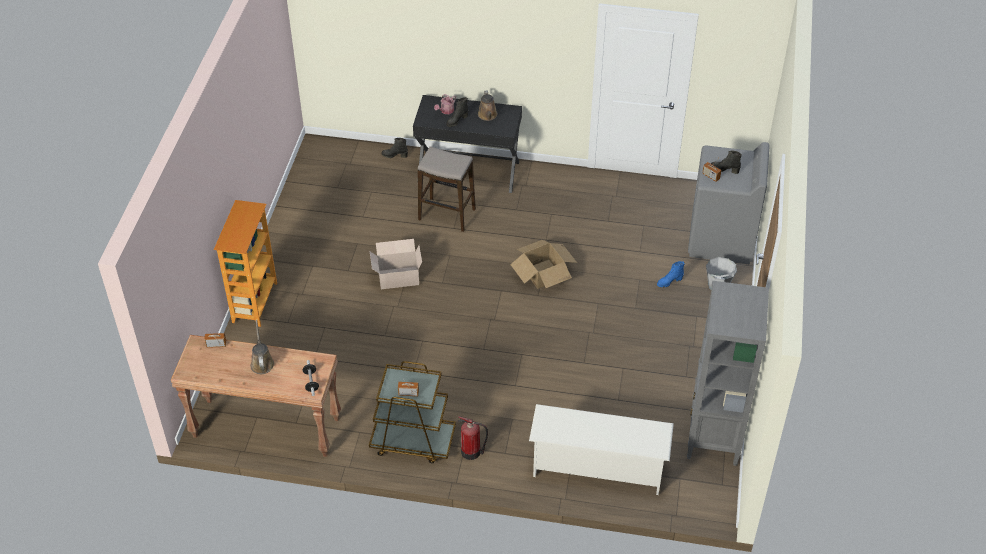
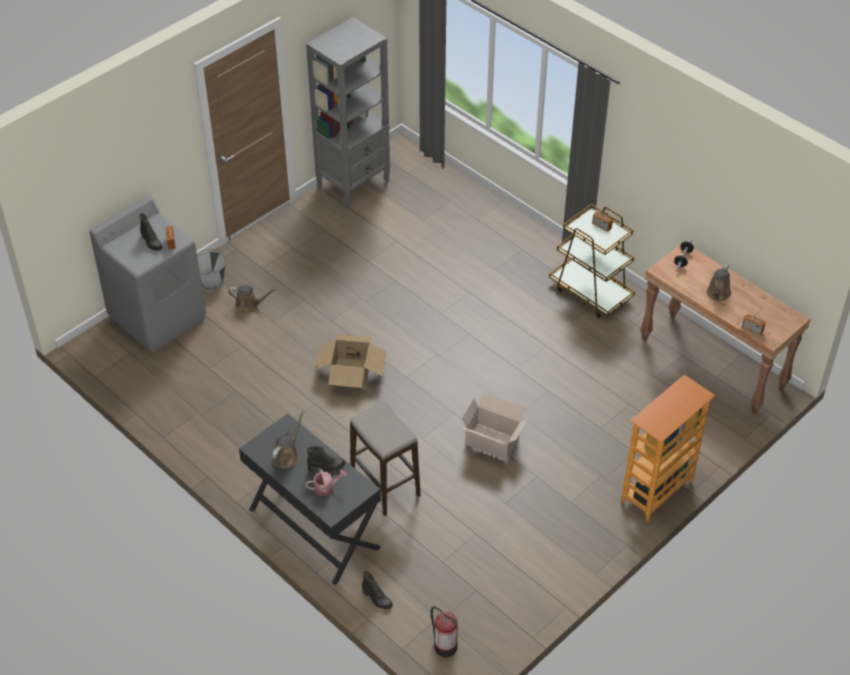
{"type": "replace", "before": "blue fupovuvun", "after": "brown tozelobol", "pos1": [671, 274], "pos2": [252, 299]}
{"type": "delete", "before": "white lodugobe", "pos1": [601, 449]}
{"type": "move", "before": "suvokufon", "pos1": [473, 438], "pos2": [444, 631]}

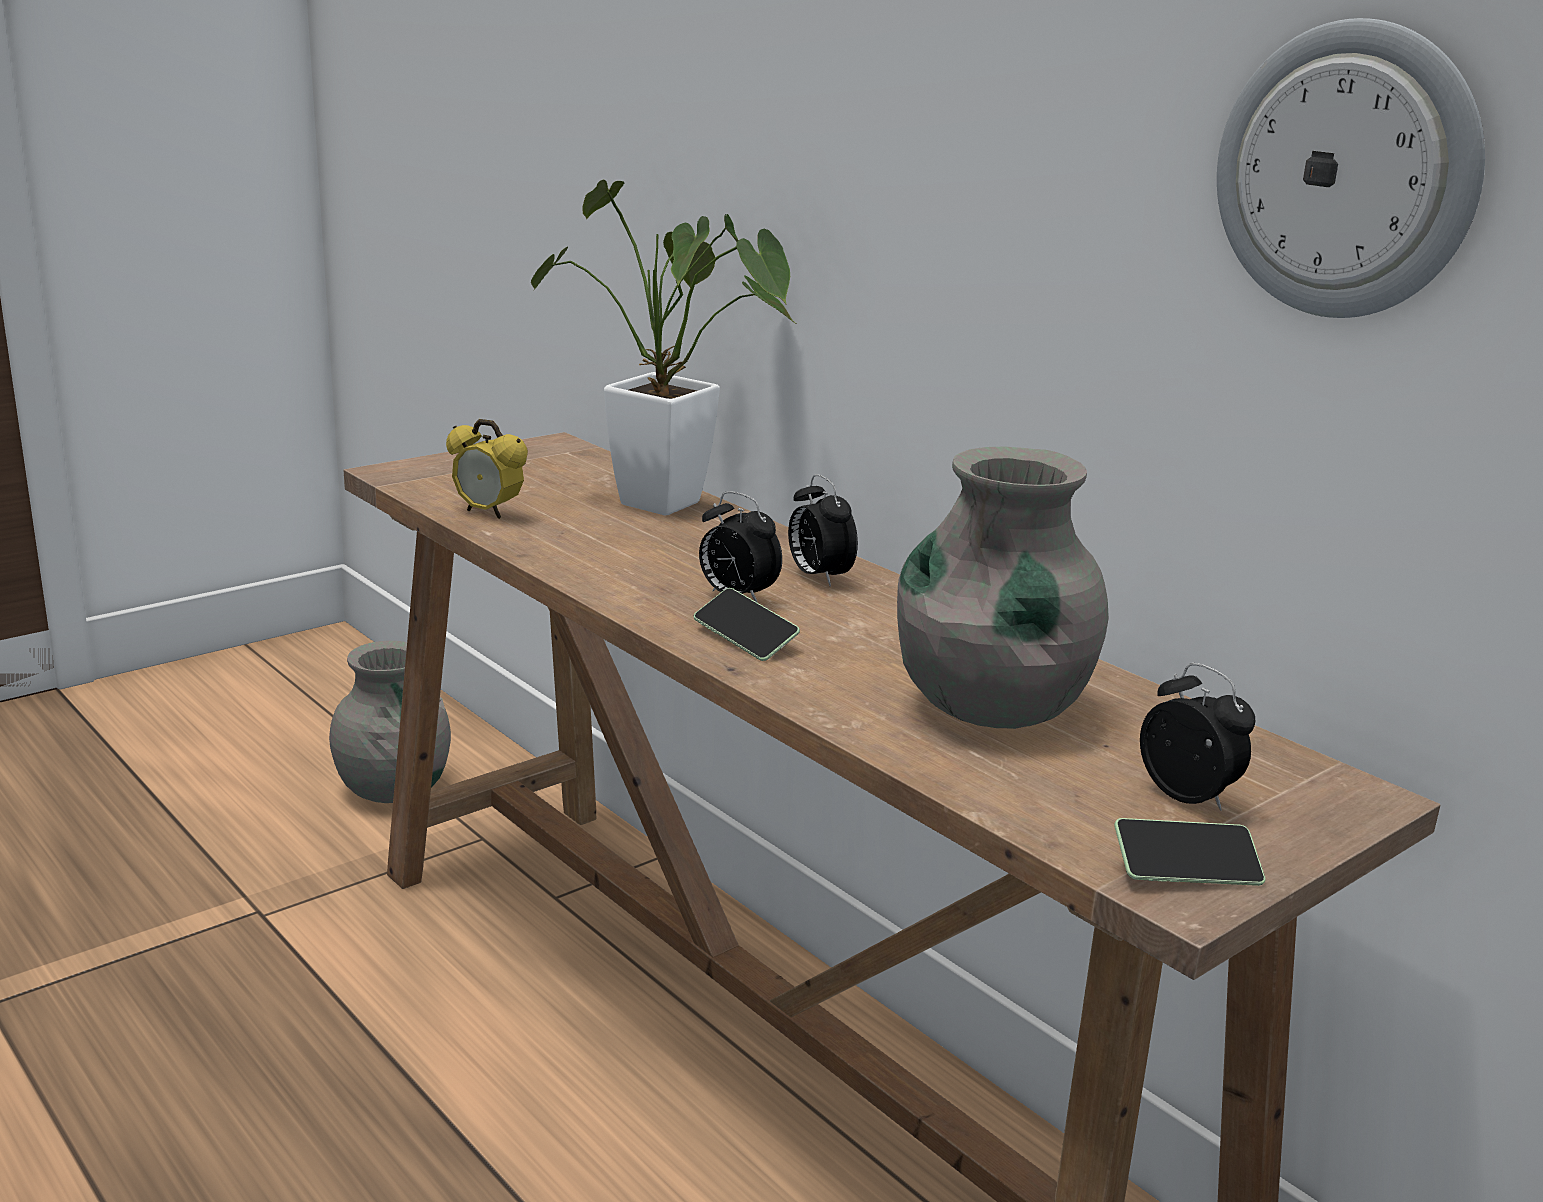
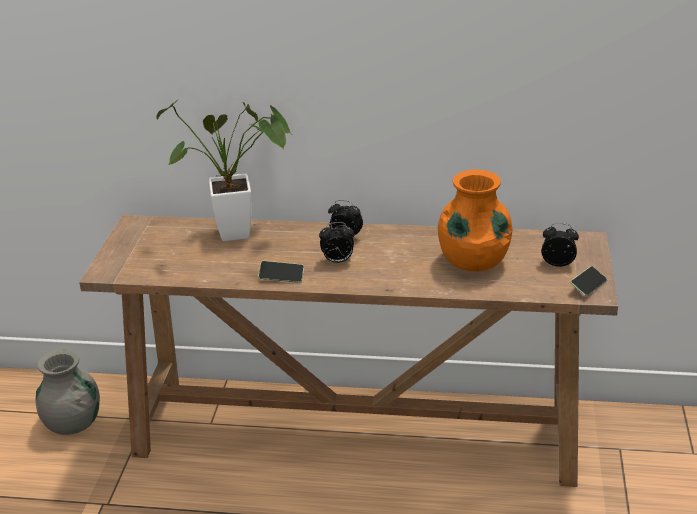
{"type": "delete", "before": "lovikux", "pos1": [1351, 168]}
{"type": "delete", "before": "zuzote", "pos1": [487, 469]}
{"type": "recolor", "before": "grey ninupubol", "after": "orange ninupubol", "pos1": [1002, 587], "pos2": [475, 220]}
{"type": "move", "before": "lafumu", "pos1": [747, 624], "pos2": [281, 272]}

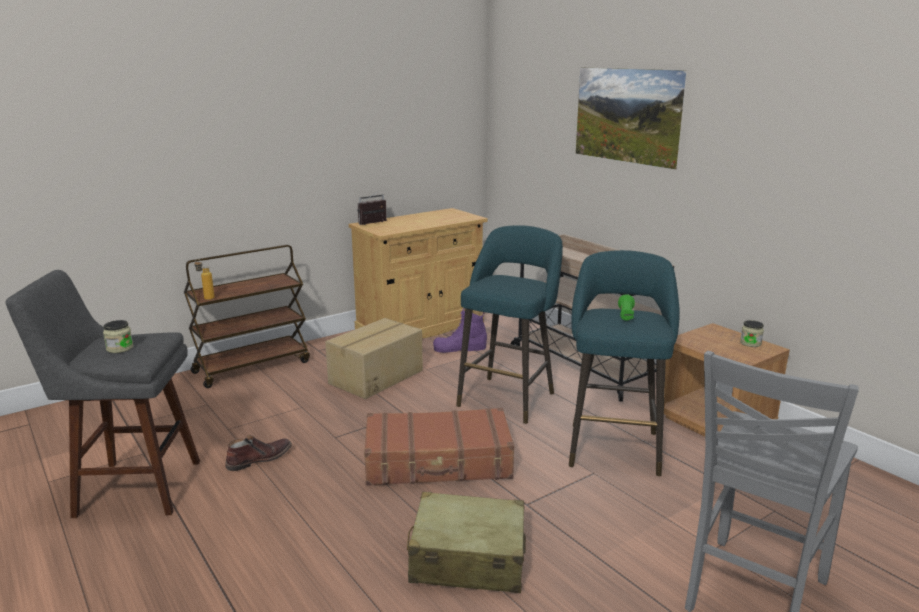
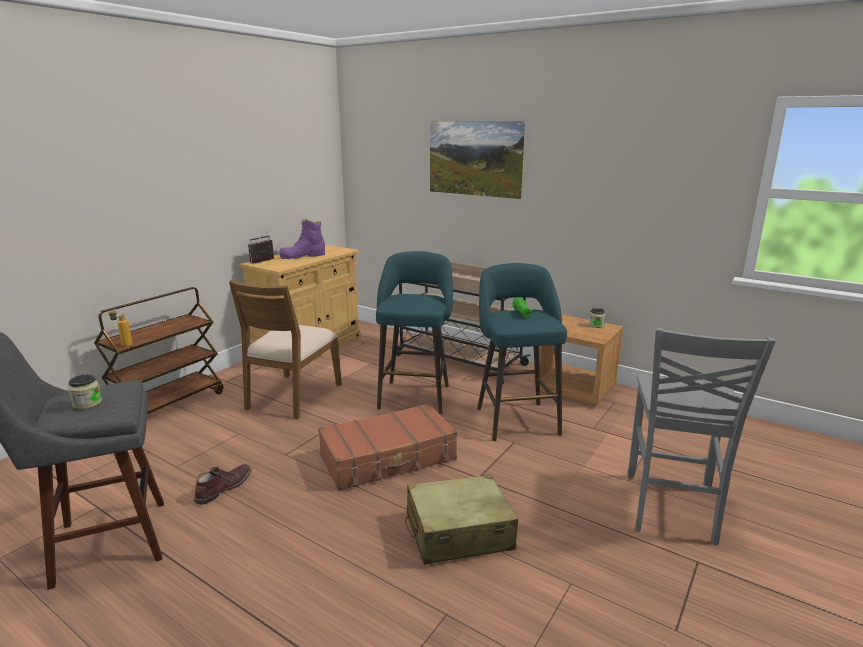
{"type": "move", "before": "purple fupovuvun", "pos1": [460, 330], "pos2": [302, 239]}
{"type": "replace", "before": "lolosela", "after": "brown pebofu", "pos1": [374, 358], "pos2": [285, 350]}

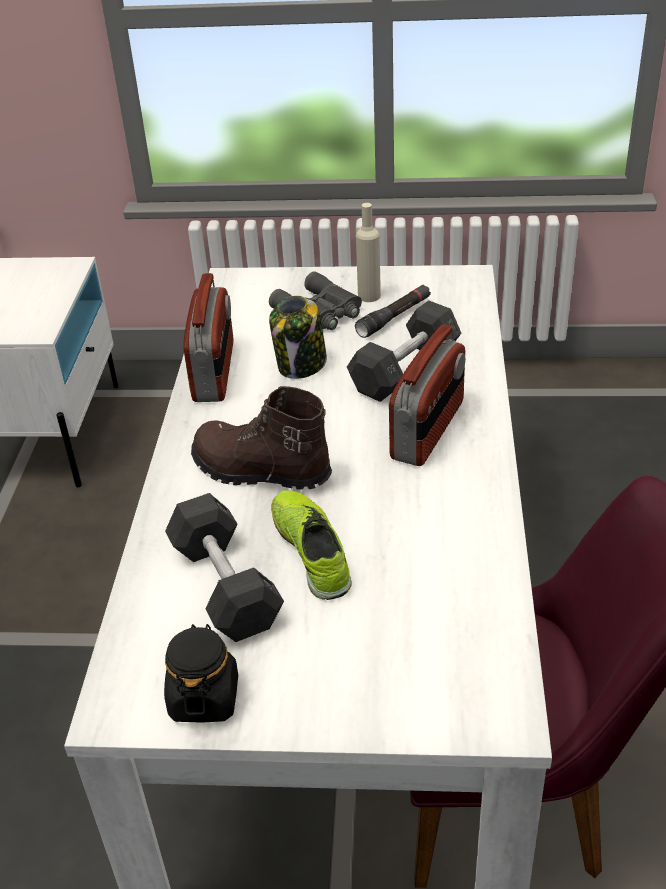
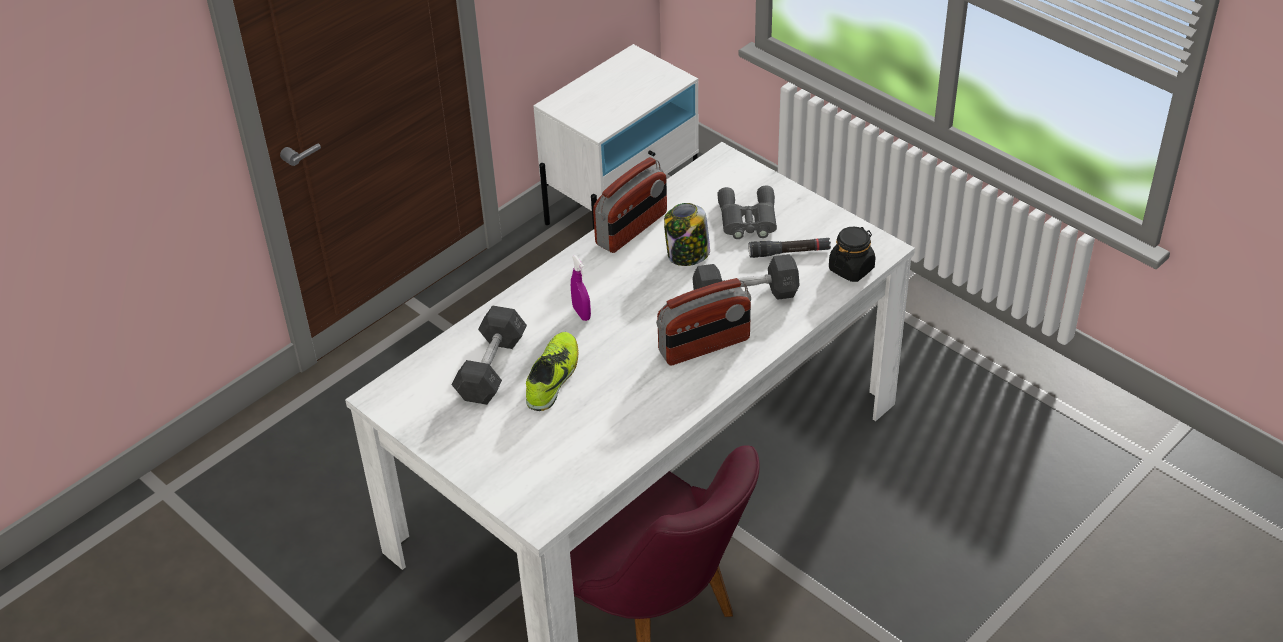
{"type": "delete", "before": "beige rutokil", "pos1": [368, 252]}
{"type": "replace", "before": "brown fupovuvun", "after": "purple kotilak", "pos1": [261, 438], "pos2": [581, 288]}
{"type": "move", "before": "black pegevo", "pos1": [201, 673], "pos2": [852, 254]}

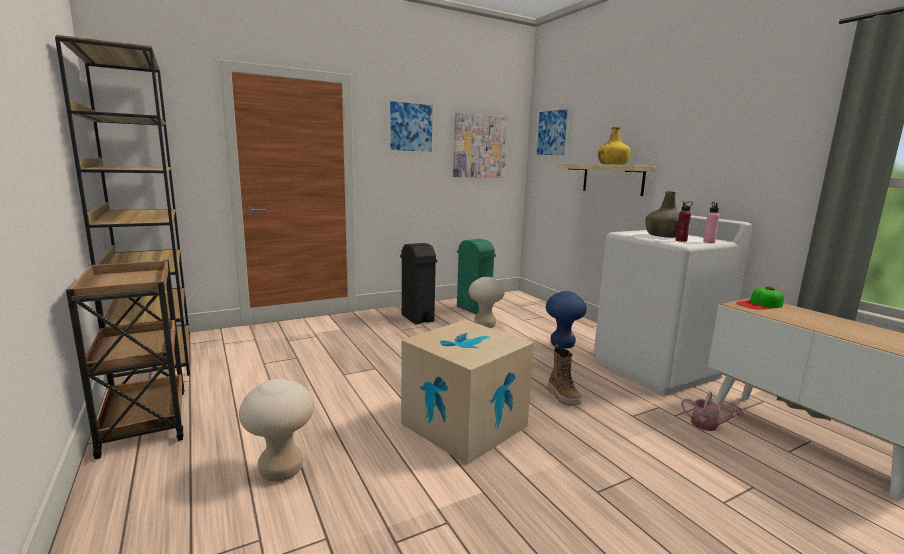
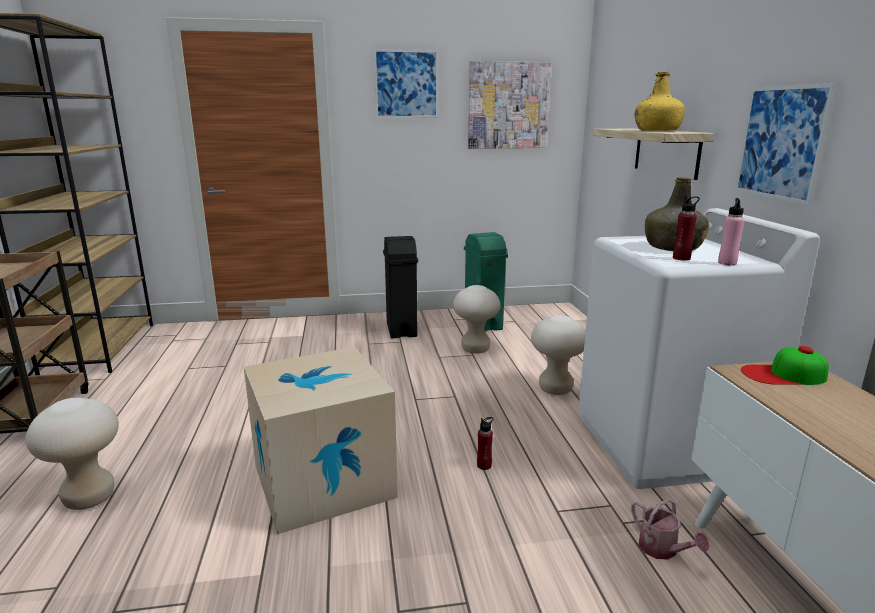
{"type": "move", "before": "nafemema", "pos1": [552, 132], "pos2": [786, 144]}
{"type": "recolor", "before": "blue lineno", "after": "beige lineno", "pos1": [566, 320], "pos2": [558, 355]}
{"type": "replace", "before": "fupovuvun", "after": "red rutokil", "pos1": [565, 375], "pos2": [485, 443]}

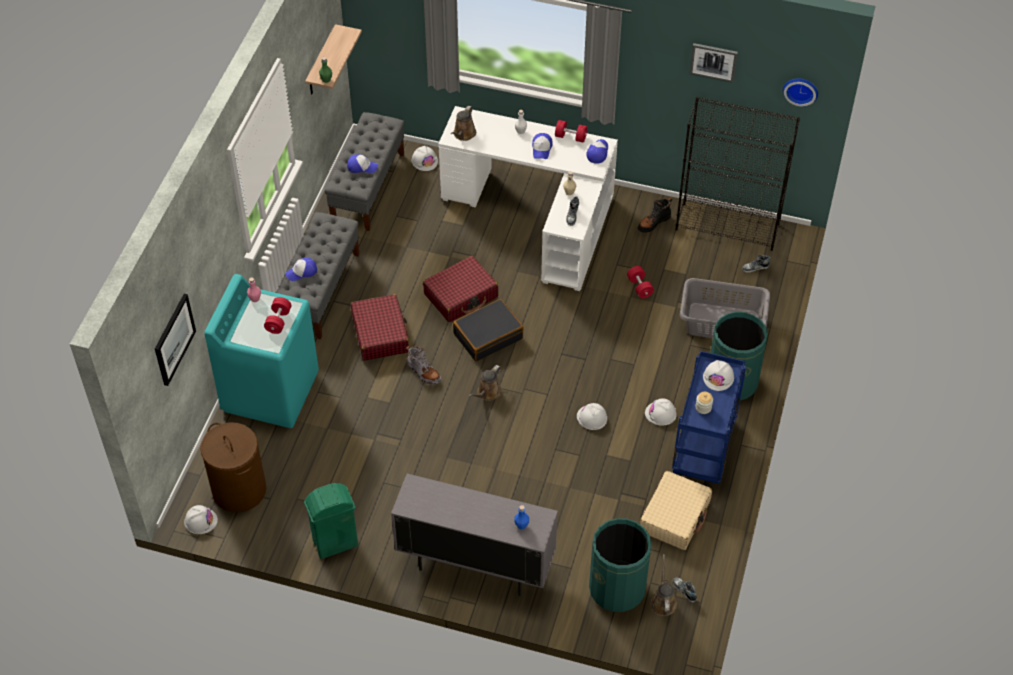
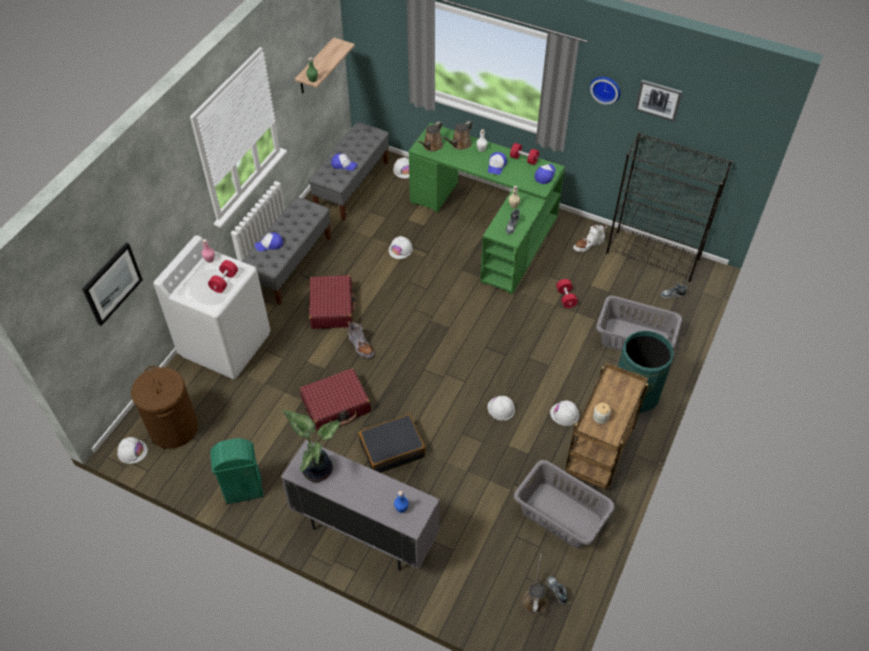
{"type": "move", "before": "lovikux", "pos1": [800, 92], "pos2": [605, 90]}
{"type": "recolor", "before": "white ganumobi", "after": "green ganumobi", "pos1": [528, 198], "pos2": [486, 208]}
{"type": "recolor", "before": "black fupovuvun", "after": "white fupovuvun", "pos1": [655, 215], "pos2": [590, 238]}
{"type": "move", "before": "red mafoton", "pos1": [460, 289], "pos2": [335, 399]}
{"type": "recolor", "before": "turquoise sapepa", "after": "white sapepa", "pos1": [261, 351], "pos2": [211, 307]}
{"type": "move", "before": "black mafoton", "pos1": [488, 330], "pos2": [392, 443]}
{"type": "recolor", "before": "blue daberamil", "after": "brown daberamil", "pos1": [709, 417], "pos2": [607, 426]}
{"type": "move", "before": "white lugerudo", "pos1": [718, 375], "pos2": [401, 247]}
{"type": "move", "before": "brown tozelobol", "pos1": [485, 383], "pos2": [457, 135]}
{"type": "replace", "before": "beige mafoton", "after": "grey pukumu", "pos1": [676, 510], "pos2": [564, 504]}
{"type": "delete", "before": "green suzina", "pos1": [620, 565]}
{"type": "insert", "after": "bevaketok", "pos2": [312, 446]}

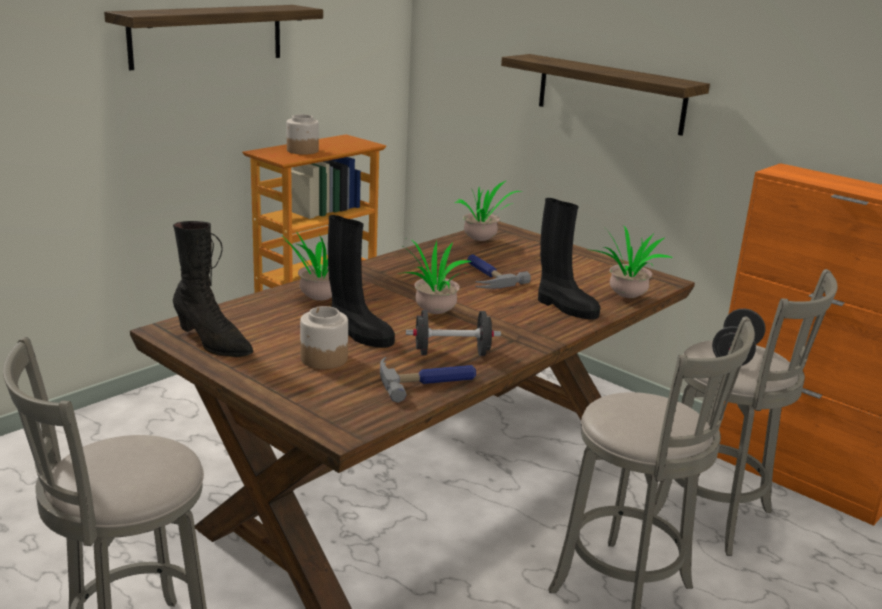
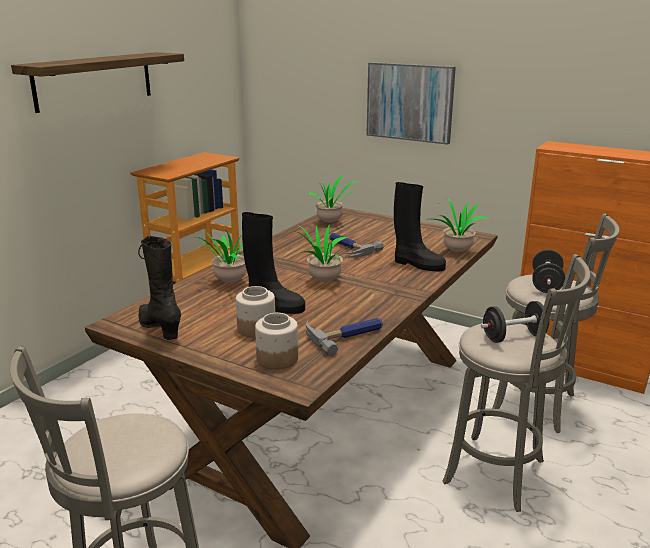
{"type": "replace", "before": "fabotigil", "after": "nafemema", "pos1": [605, 95], "pos2": [411, 103]}
{"type": "move", "before": "pegevo", "pos1": [302, 134], "pos2": [276, 341]}
{"type": "rotate", "before": "black fupovuvun", "pos1": [213, 289], "pos2": [159, 288], "turn": -150}
{"type": "move", "before": "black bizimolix", "pos1": [453, 333], "pos2": [516, 322]}

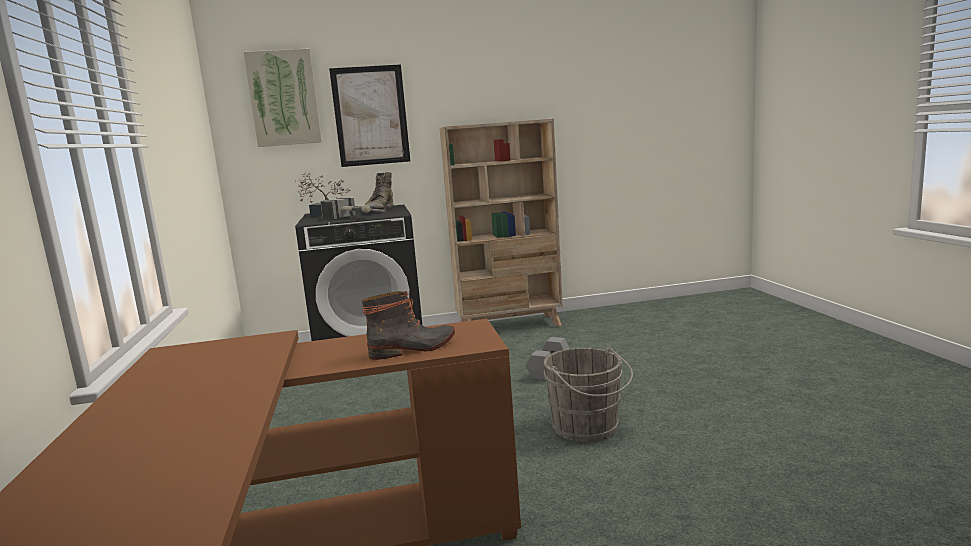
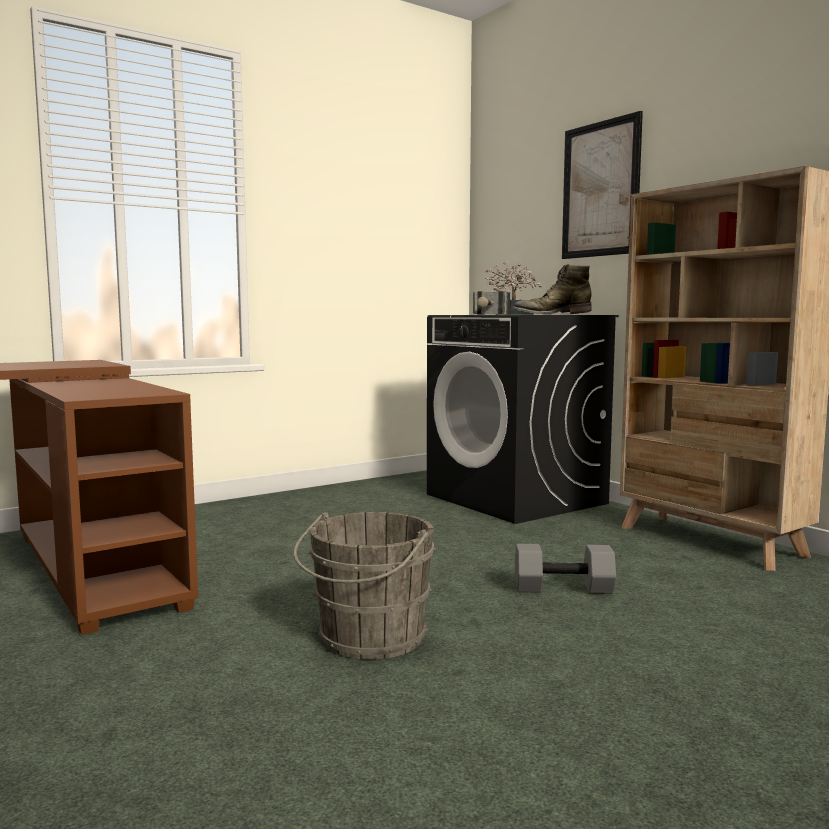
{"type": "delete", "before": "nafemema", "pos1": [282, 97]}
{"type": "delete", "before": "fupovuvun", "pos1": [408, 325]}

